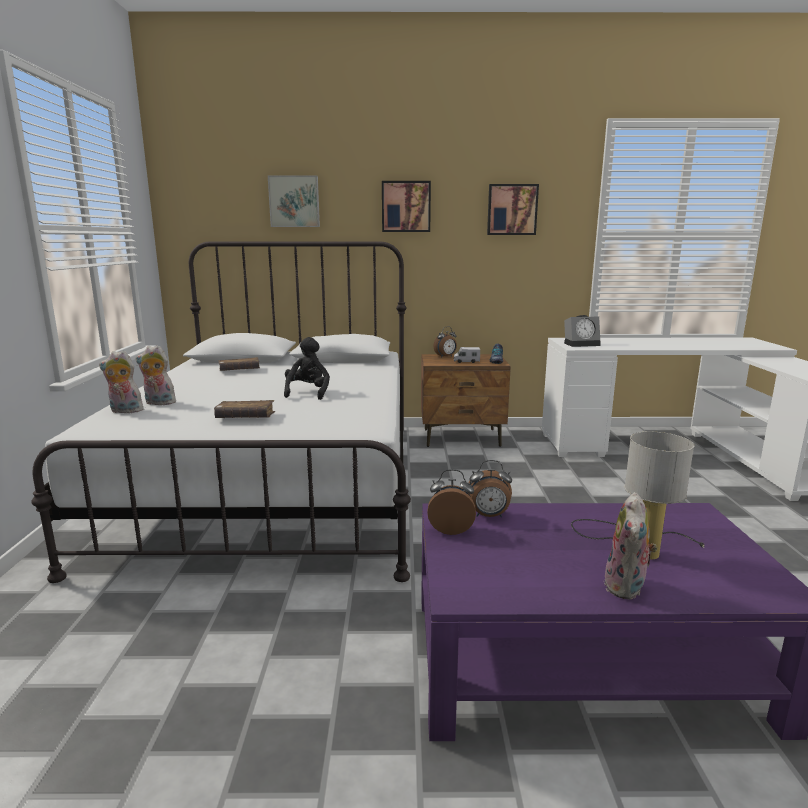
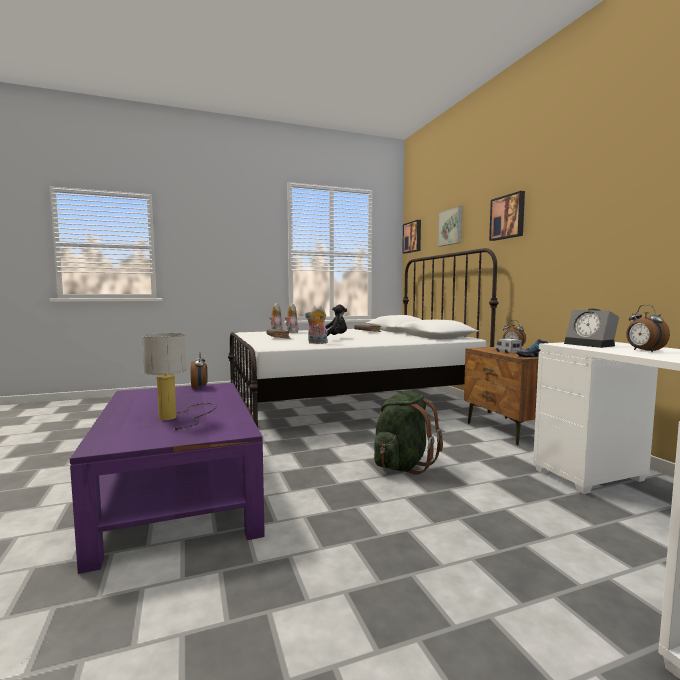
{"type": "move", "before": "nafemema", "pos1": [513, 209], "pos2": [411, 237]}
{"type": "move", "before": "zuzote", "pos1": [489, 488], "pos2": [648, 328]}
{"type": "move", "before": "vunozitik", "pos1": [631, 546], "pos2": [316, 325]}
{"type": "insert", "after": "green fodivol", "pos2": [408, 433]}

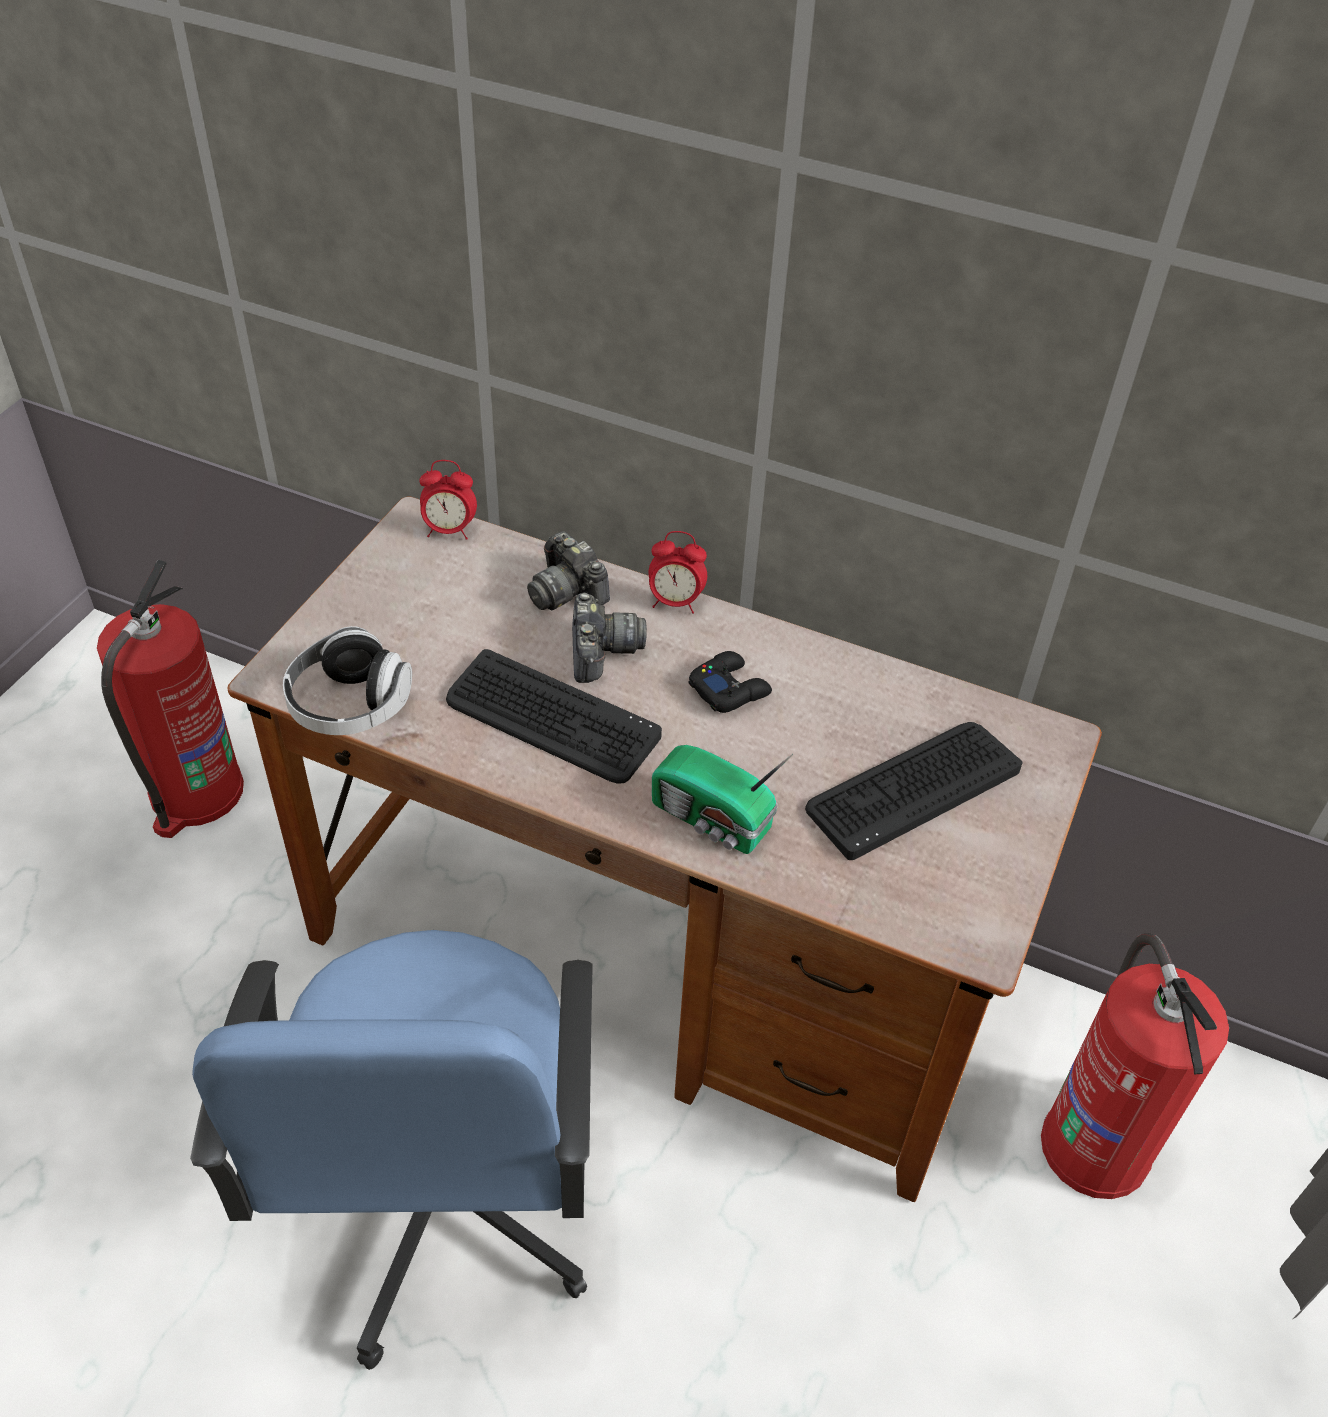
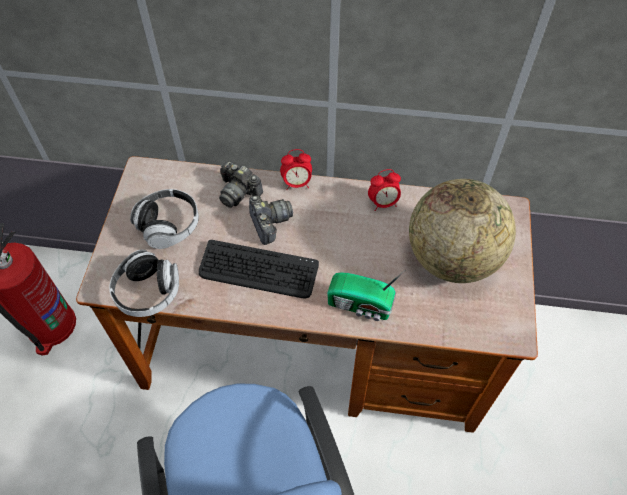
{"type": "move", "before": "zuzote", "pos1": [448, 500], "pos2": [384, 190]}
{"type": "delete", "before": "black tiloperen", "pos1": [730, 682]}
{"type": "replace", "before": "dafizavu", "after": "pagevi", "pos1": [914, 791], "pos2": [462, 231]}
{"type": "delete", "before": "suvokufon", "pos1": [1135, 1066]}
{"type": "insert", "after": "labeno", "pos2": [164, 219]}

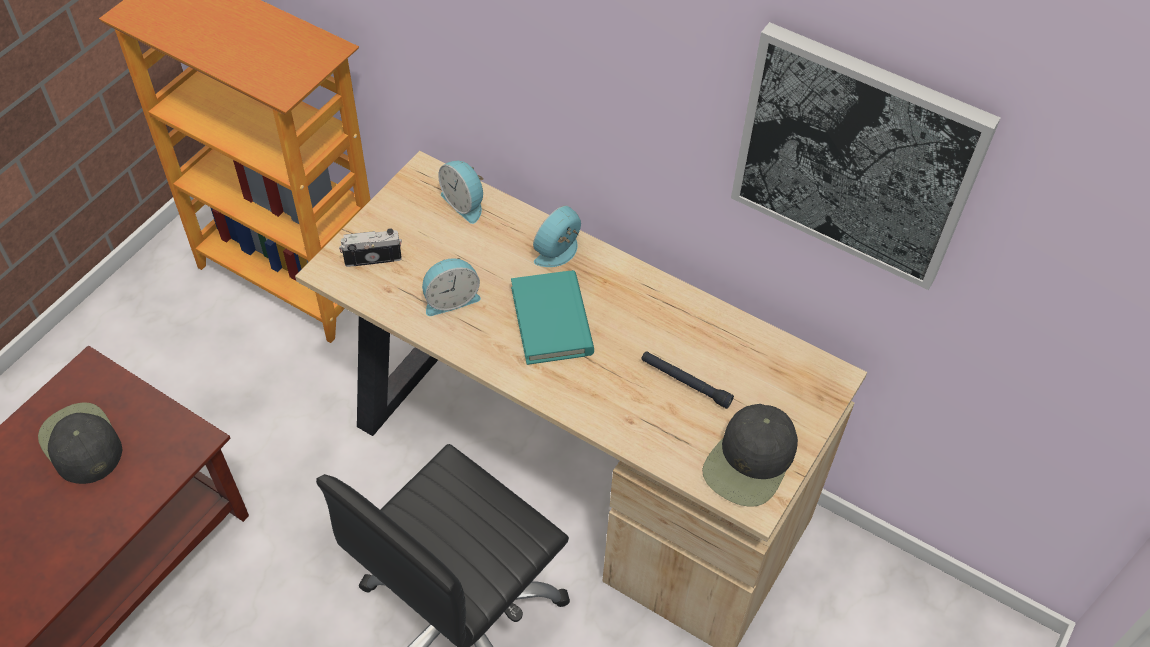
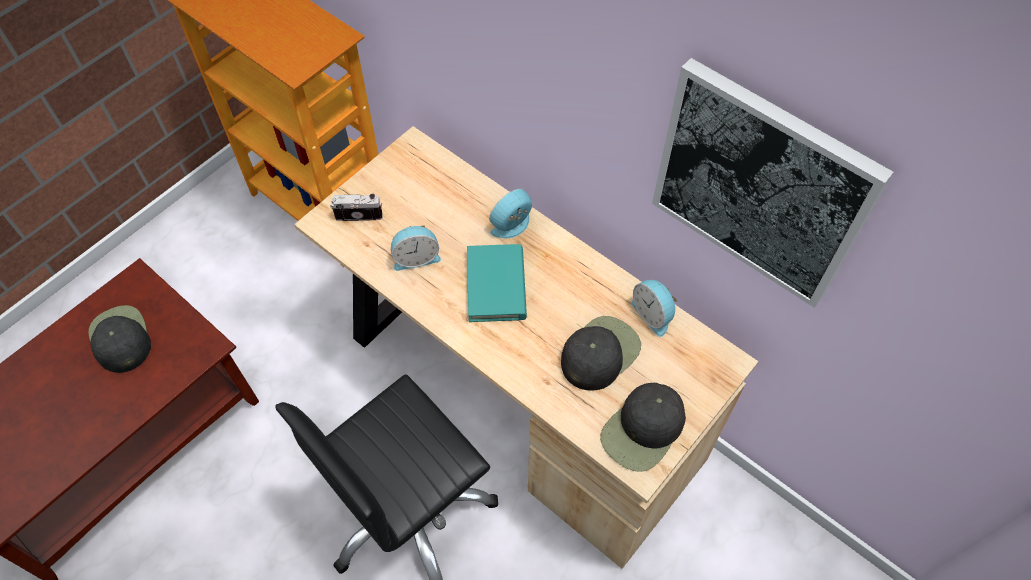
{"type": "move", "before": "zuzote", "pos1": [461, 192], "pos2": [654, 308]}
{"type": "replace", "before": "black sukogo", "after": "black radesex", "pos1": [687, 380], "pos2": [601, 353]}

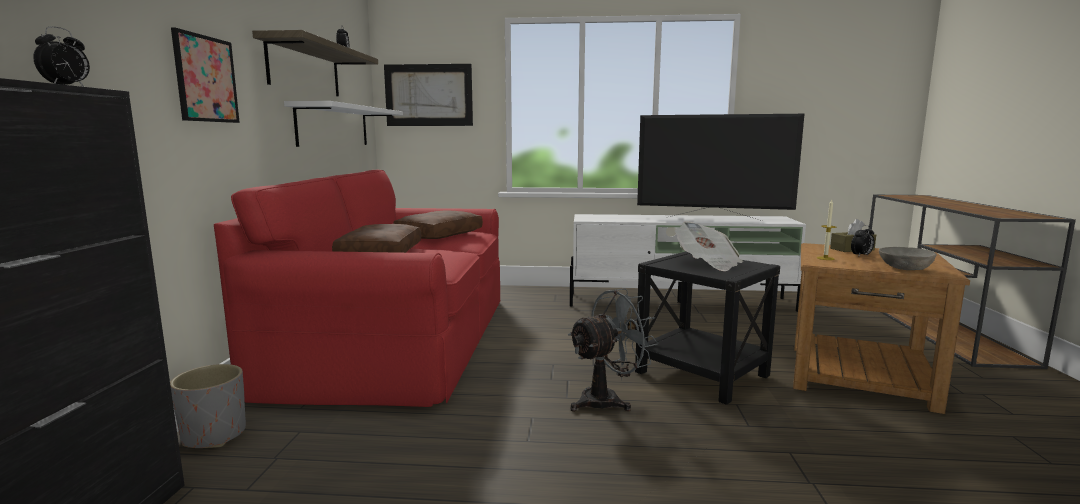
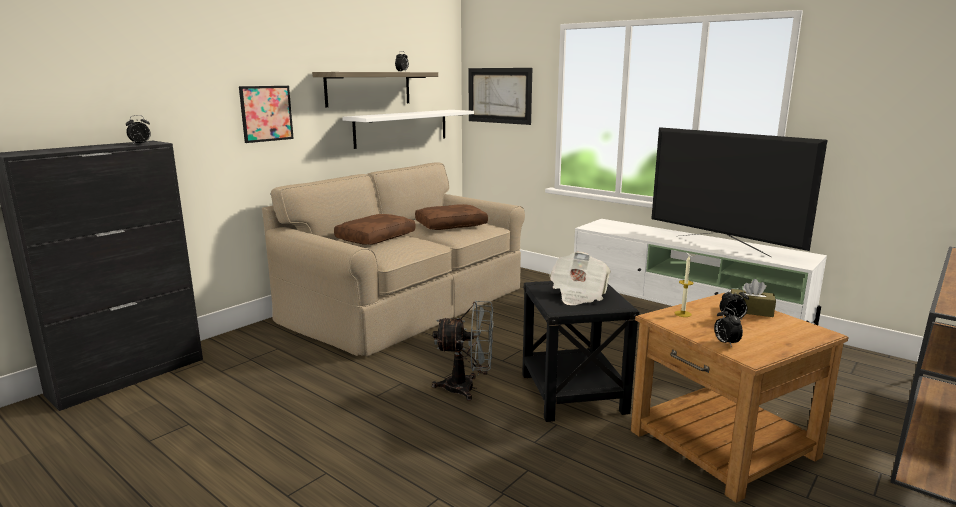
{"type": "recolor", "before": "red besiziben", "after": "beige besiziben", "pos1": [357, 288], "pos2": [393, 259]}
{"type": "replace", "before": "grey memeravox", "after": "zuzote", "pos1": [908, 258], "pos2": [728, 327]}
{"type": "delete", "before": "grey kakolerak", "pos1": [208, 406]}

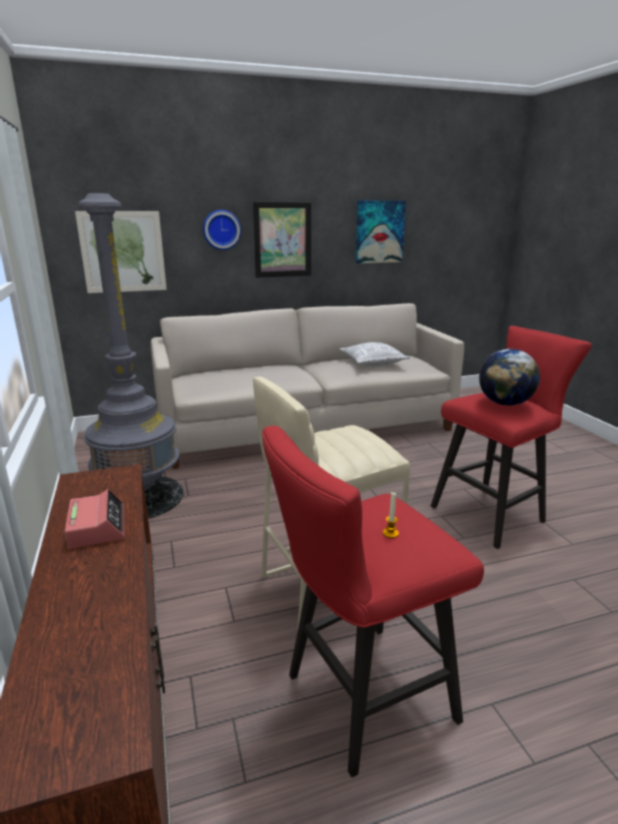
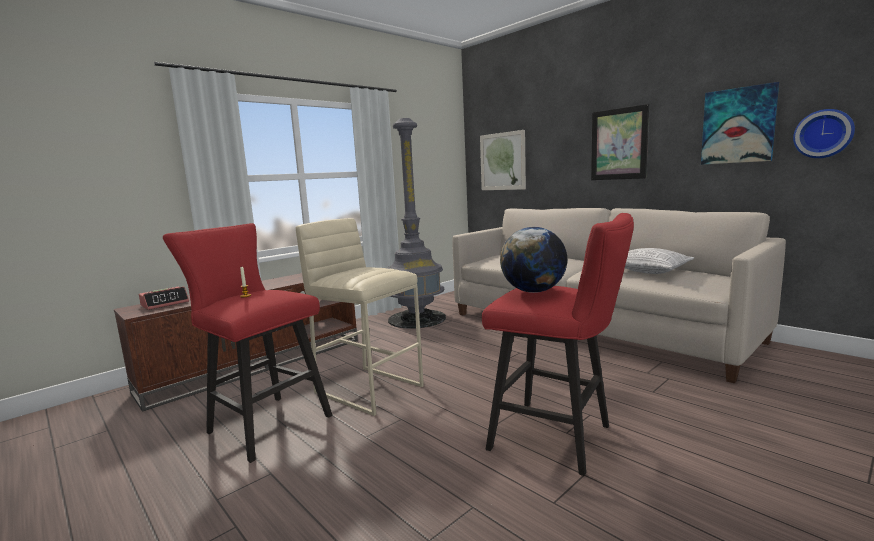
{"type": "move", "before": "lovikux", "pos1": [222, 230], "pos2": [824, 133]}
{"type": "move", "before": "zuzote", "pos1": [94, 519], "pos2": [164, 298]}

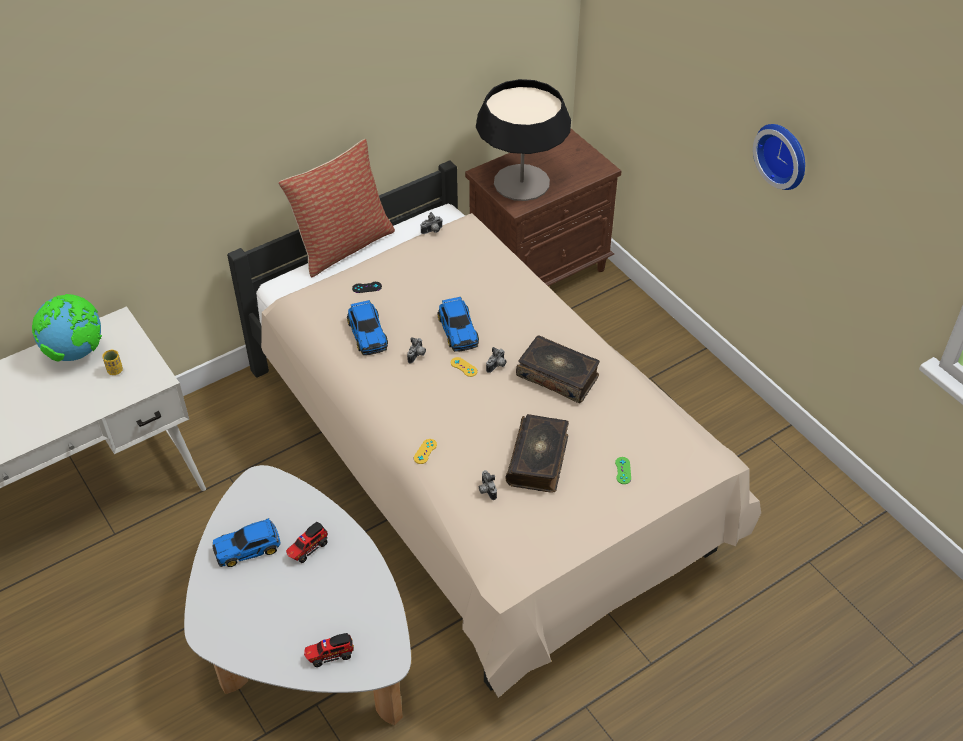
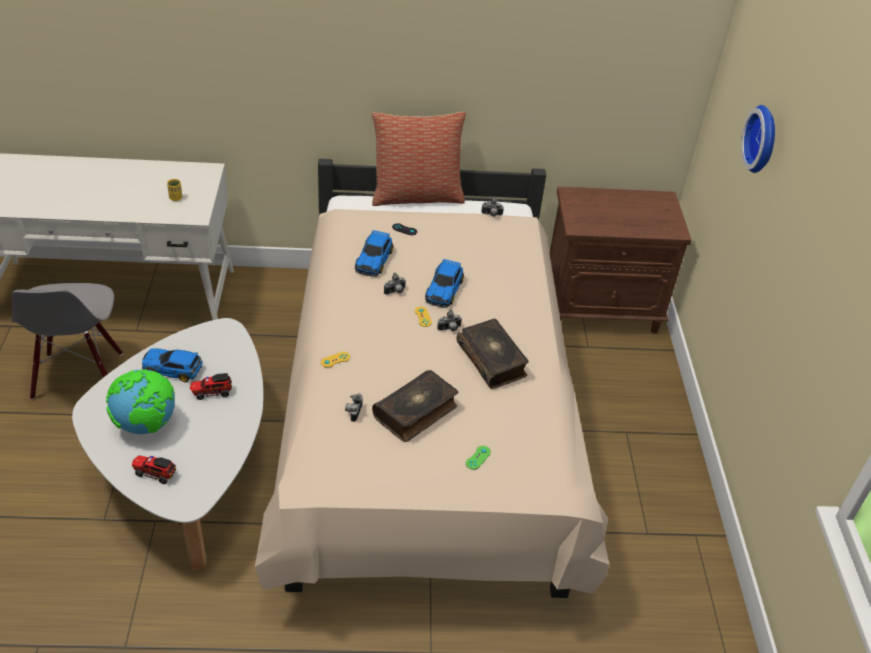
{"type": "delete", "before": "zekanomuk", "pos1": [523, 140]}
{"type": "move", "before": "lovikux", "pos1": [779, 157], "pos2": [758, 139]}
{"type": "move", "before": "pagevi", "pos1": [67, 328], "pos2": [140, 401]}
{"type": "insert", "after": "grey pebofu", "pos2": [67, 341]}

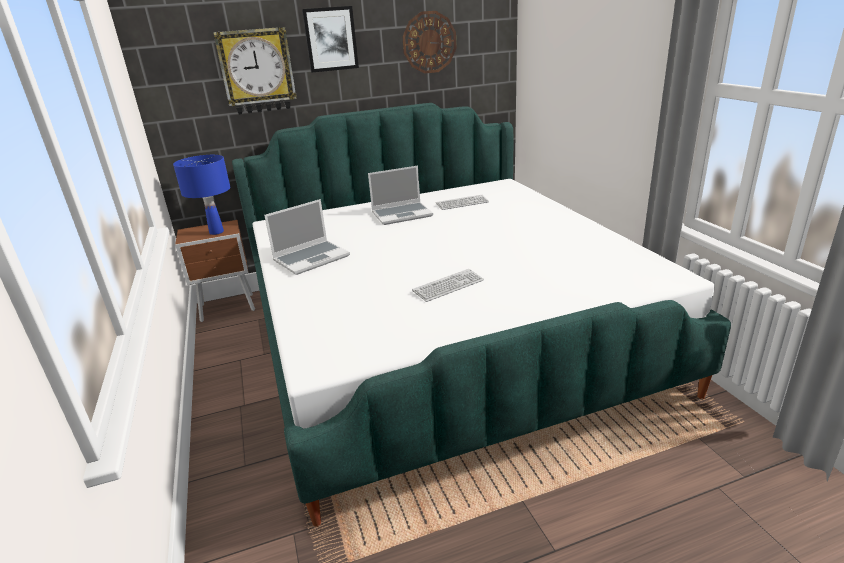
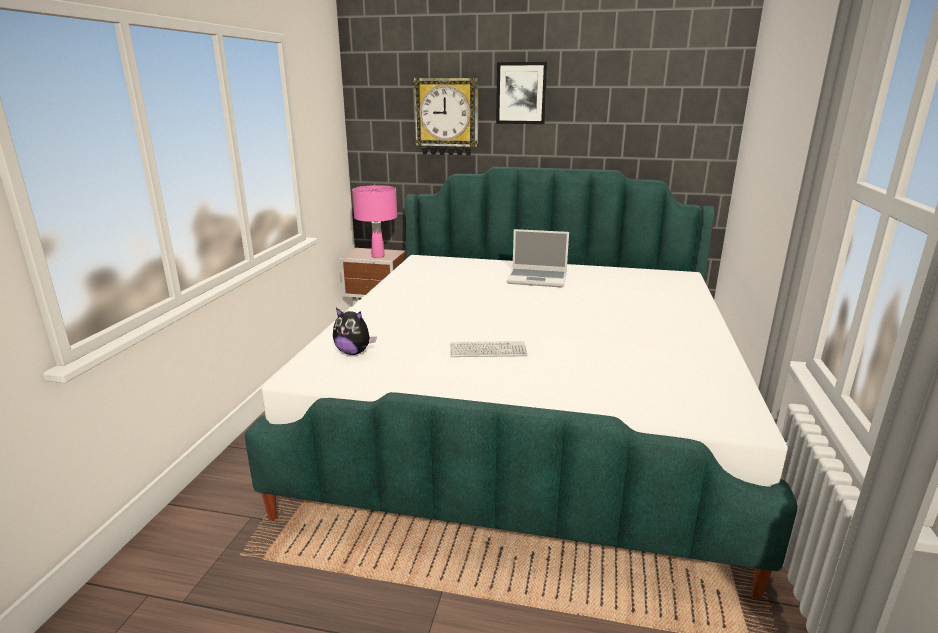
{"type": "delete", "before": "lovikux", "pos1": [429, 42]}
{"type": "recolor", "before": "blue zekanomuk", "after": "pink zekanomuk", "pos1": [201, 195], "pos2": [374, 221]}
{"type": "delete", "before": "dafizavu", "pos1": [462, 202]}
{"type": "delete", "before": "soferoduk", "pos1": [307, 237]}
{"type": "insert", "after": "vunozitik", "pos2": [354, 331]}

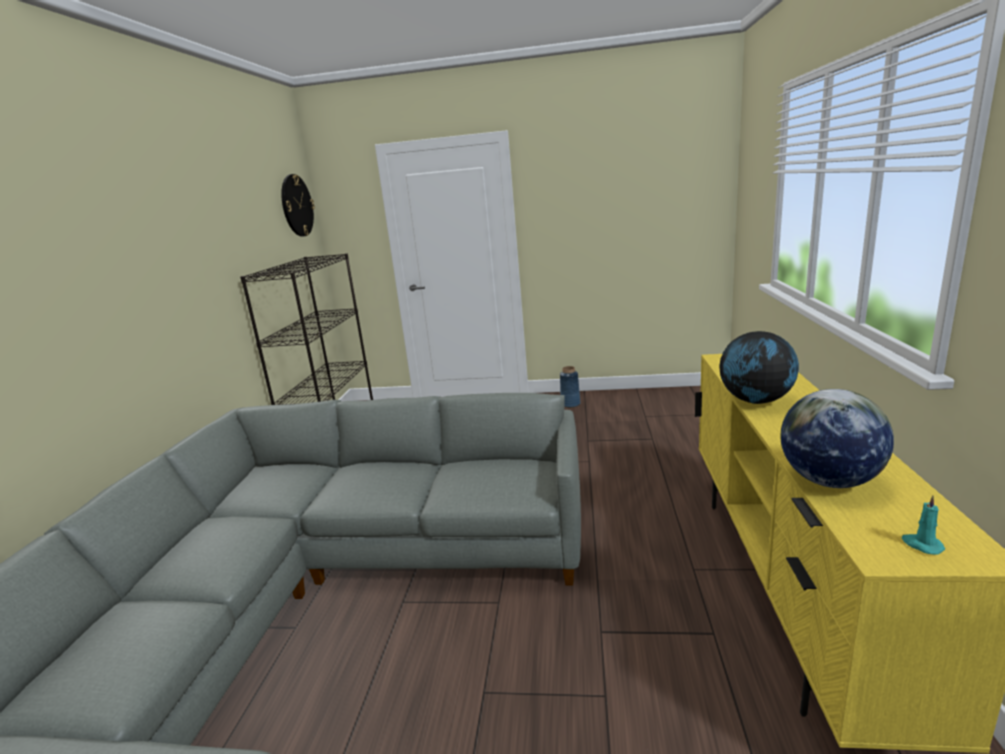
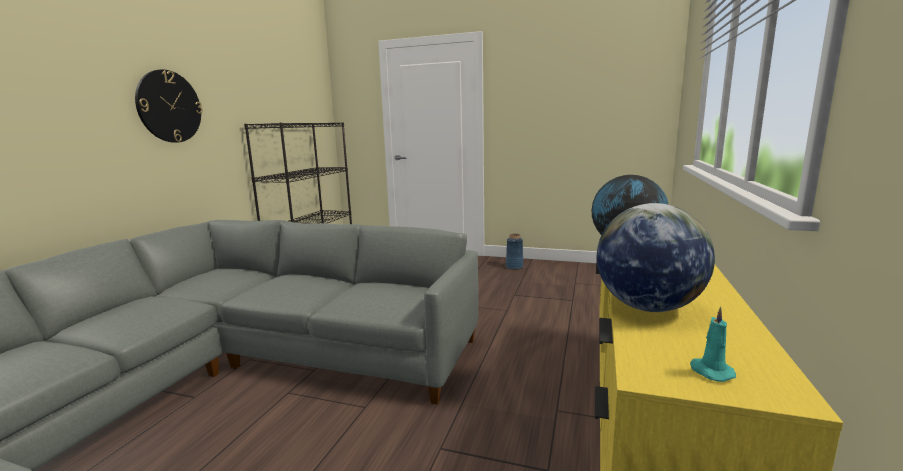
{"type": "move", "before": "lovikux", "pos1": [298, 205], "pos2": [168, 106]}

